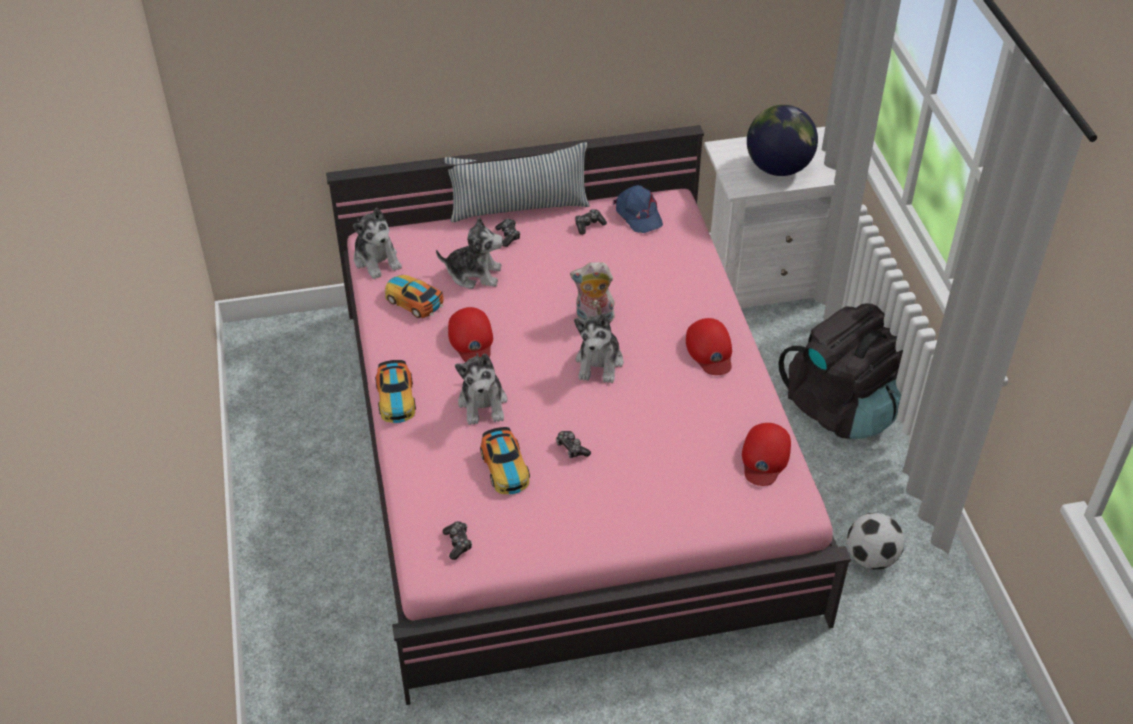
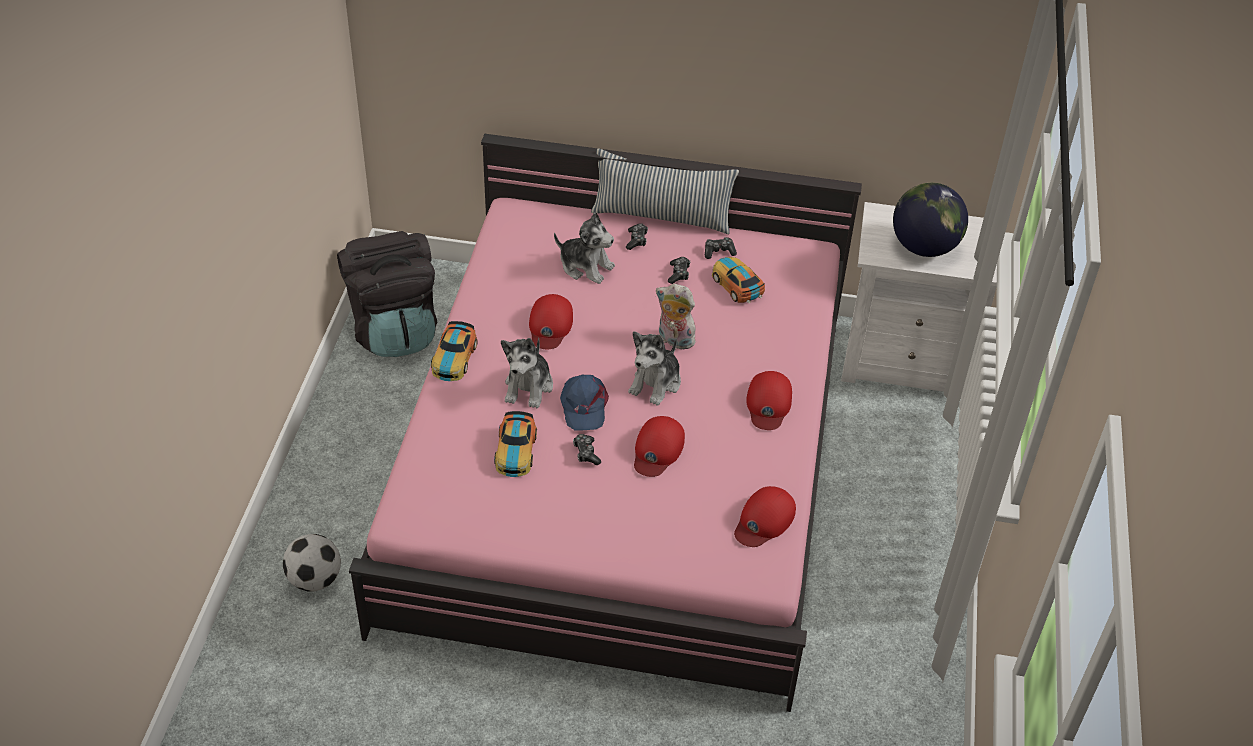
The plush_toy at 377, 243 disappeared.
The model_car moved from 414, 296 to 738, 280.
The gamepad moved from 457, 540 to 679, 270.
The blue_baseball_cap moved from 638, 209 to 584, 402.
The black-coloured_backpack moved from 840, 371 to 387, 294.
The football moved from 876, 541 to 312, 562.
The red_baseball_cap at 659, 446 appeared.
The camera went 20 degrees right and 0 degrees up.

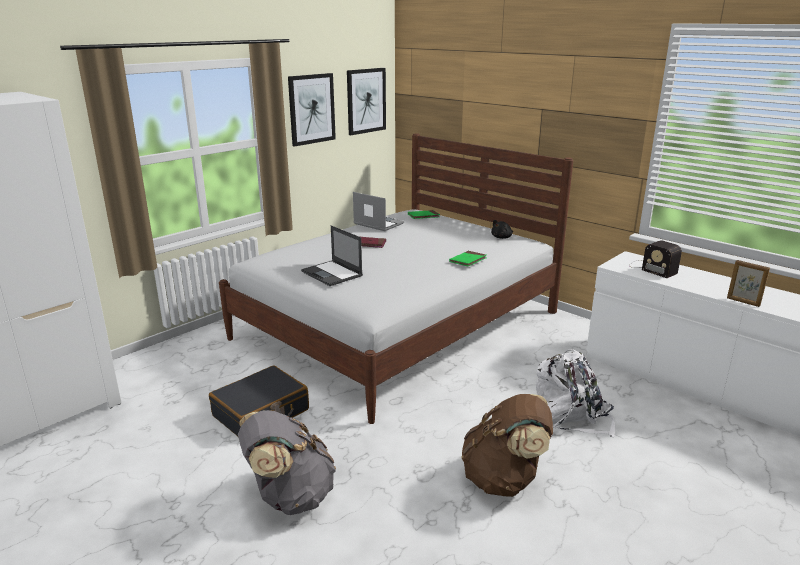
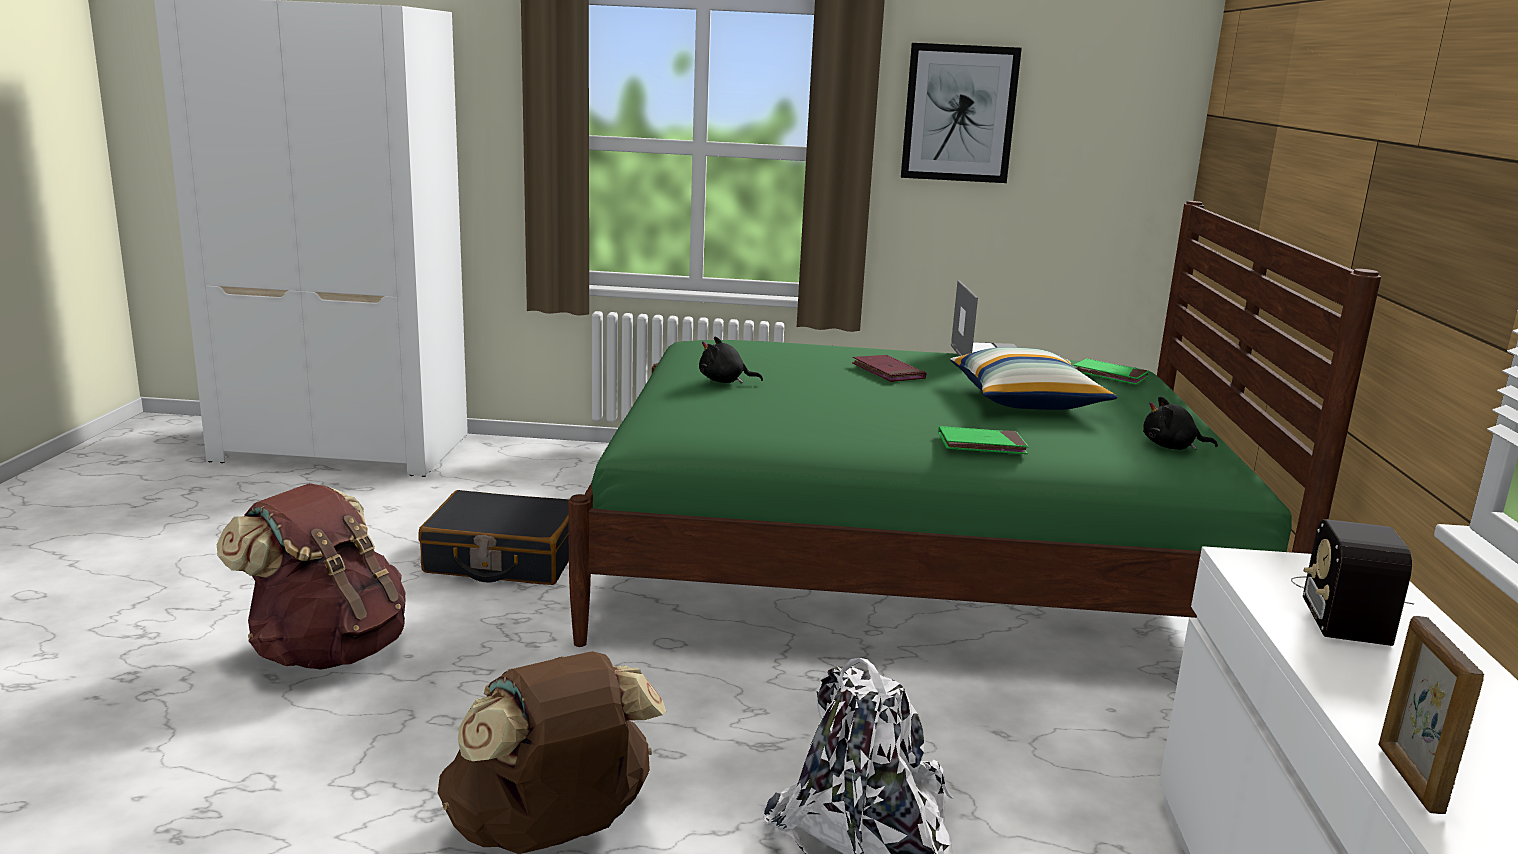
The white-coloured_sleeping_bed at 396, 278 became the green_sleeping_bed at 974, 424.
The grey_backpack at 287, 462 became the brown_backpack at 311, 576.
The laptop at 332, 255 was replaced by the black-coloured_plush_toy at 731, 360.
The wall_art at 366, 101 disappeared.
The pillow at 1033, 378 appeared.
The camera went 50 degrees right and 5 degrees down.

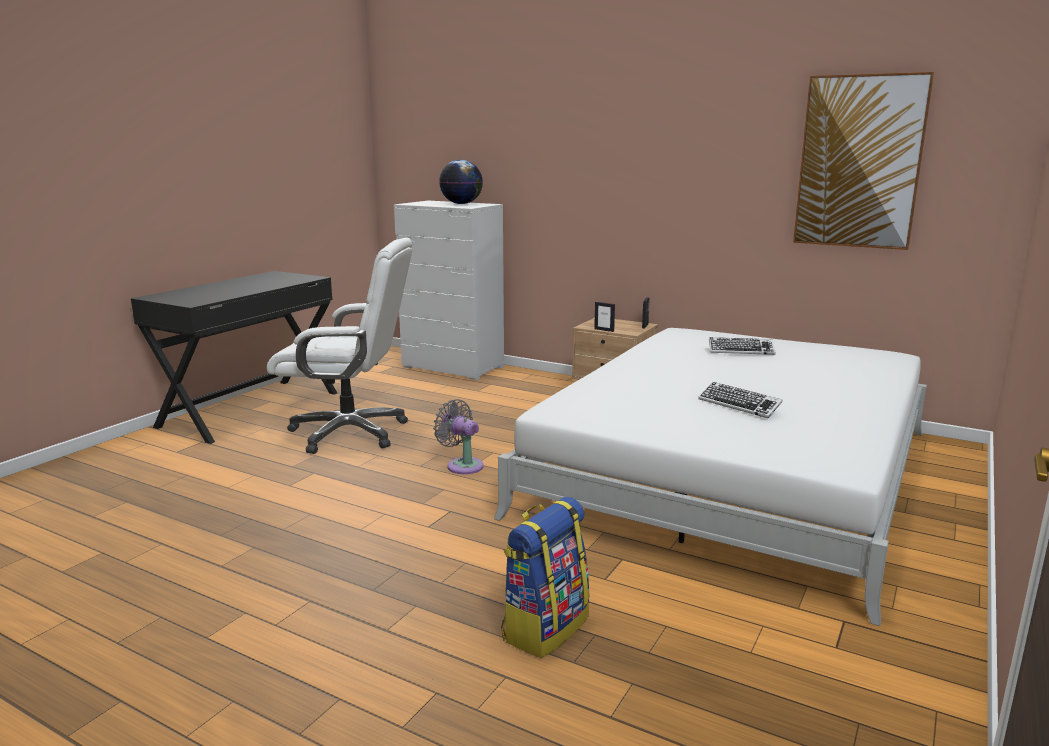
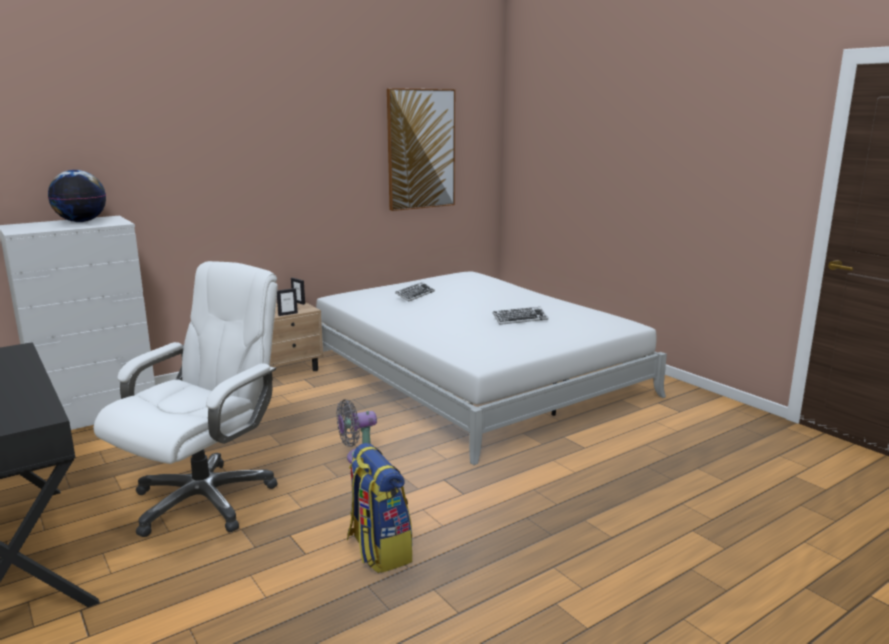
The backpack moved from 545, 577 to 379, 508.
The camera went 65 degrees left and 0 degrees up.

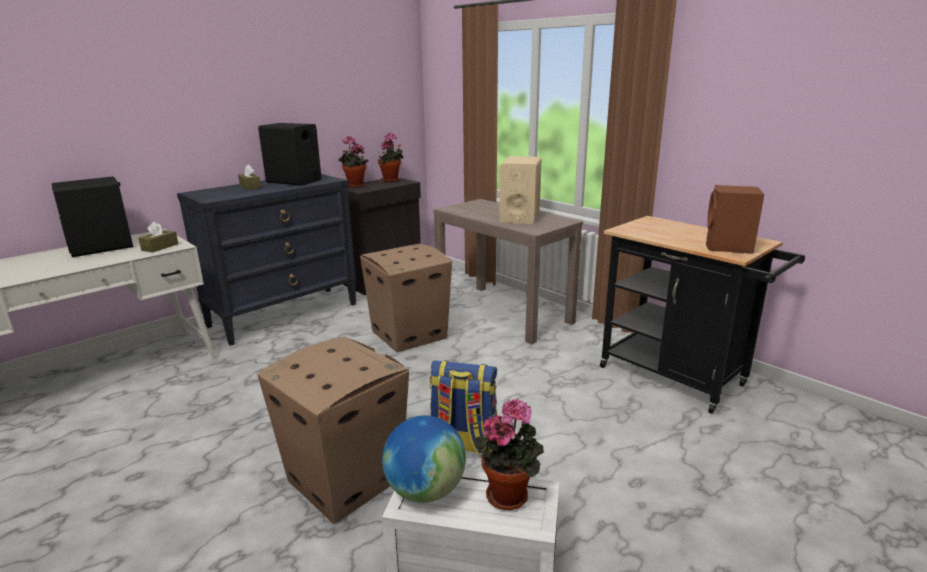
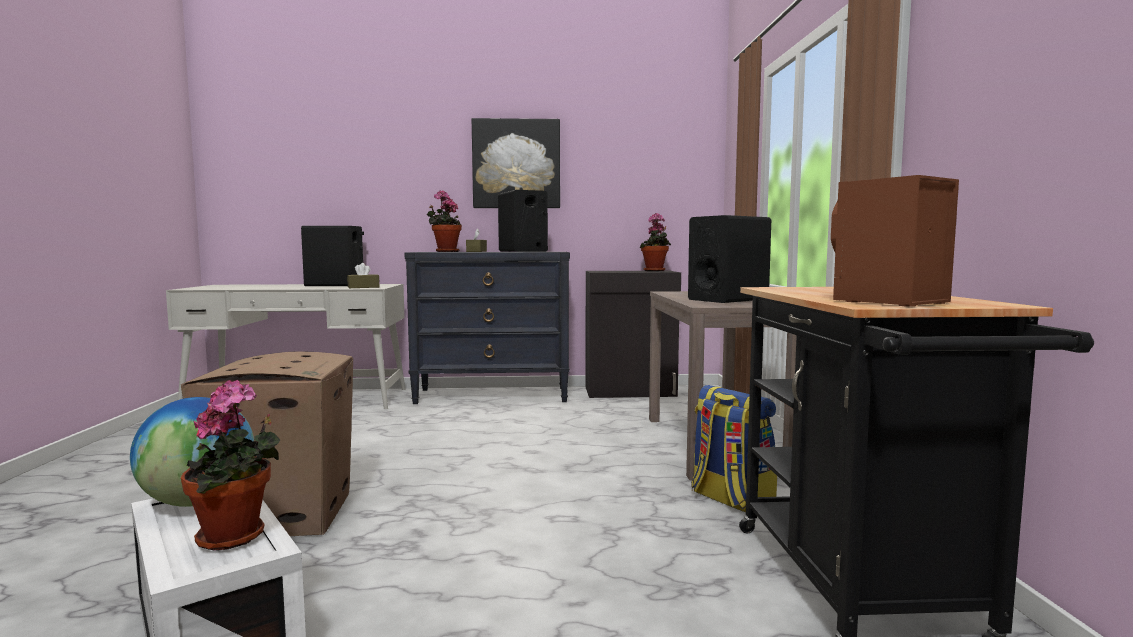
The houseplant moved from 353, 162 to 444, 221.
The cardboard_box at 406, 298 disappeared.
The backpack moved from 463, 407 to 734, 449.
The beige_loudspeaker at 520, 190 became the black-coloured_loudspeaker at 729, 259.
The wall_art at 516, 163 appeared.
The camera went 40 degrees right and 15 degrees down.

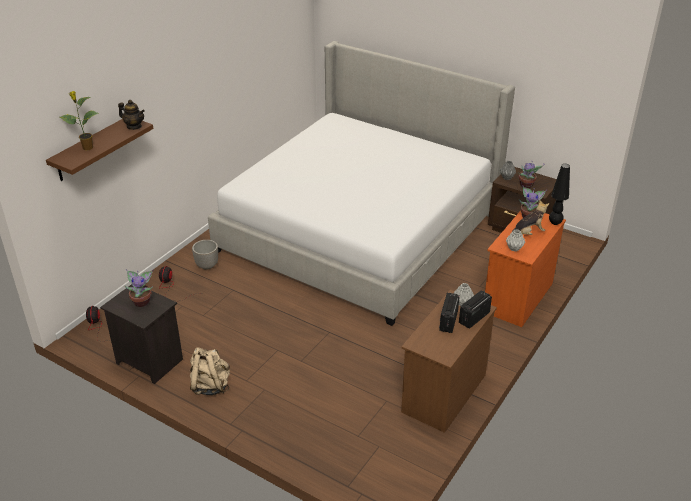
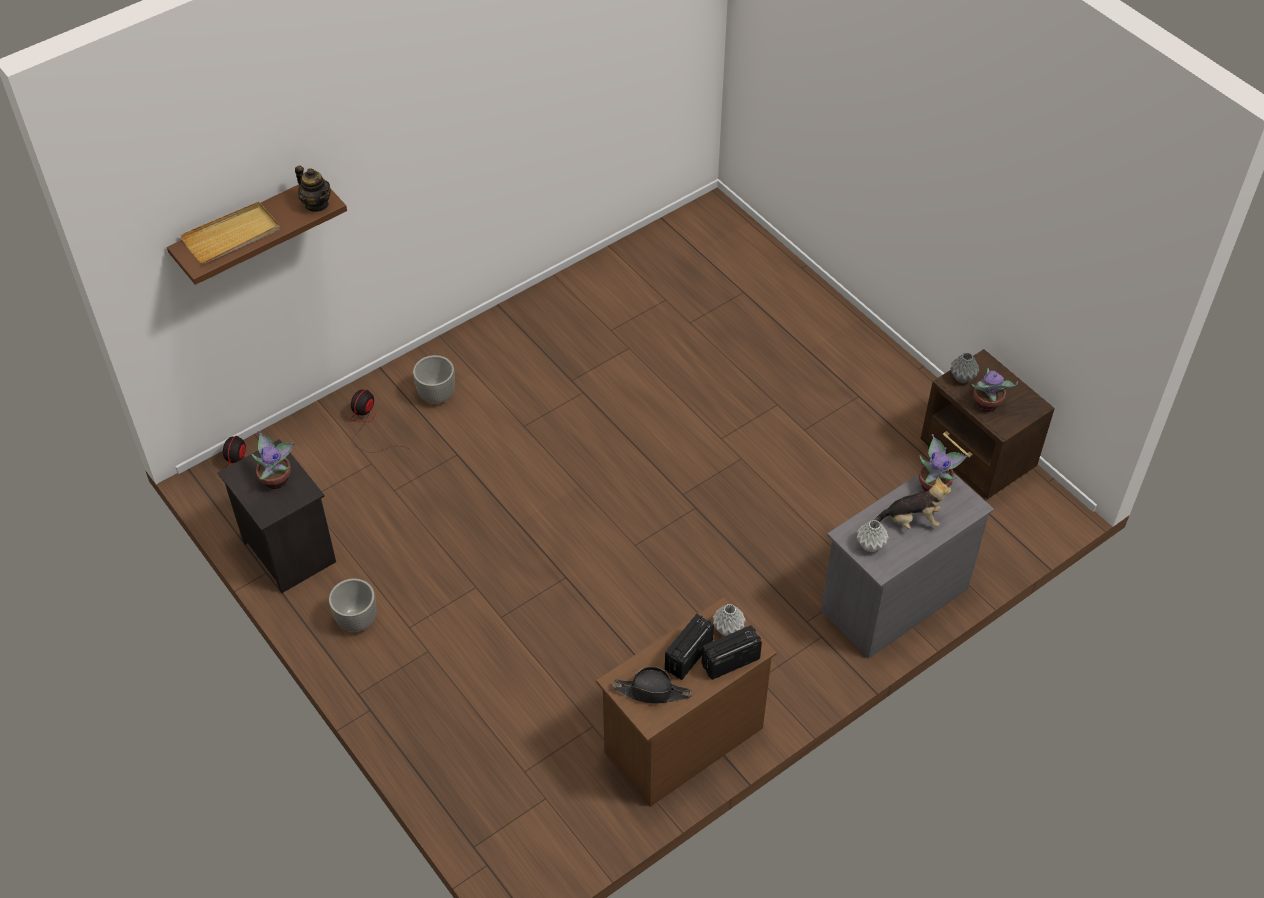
The houseplant at 79, 120 was replaced by the beige_carrying_tray at 230, 233.
The beige_backpack at 210, 371 was replaced by the planter at 352, 605.
The sleeping_bed at 361, 183 disappeared.
The orangey_drawer_chest at 525, 268 became the grey_drawer_chest at 907, 565.
The black-coloured_tabletop_lamp at 559, 194 disappeared.
The black-coloured_hat at 652, 685 appeared.
The camera went 20 degrees right and 15 degrees up.

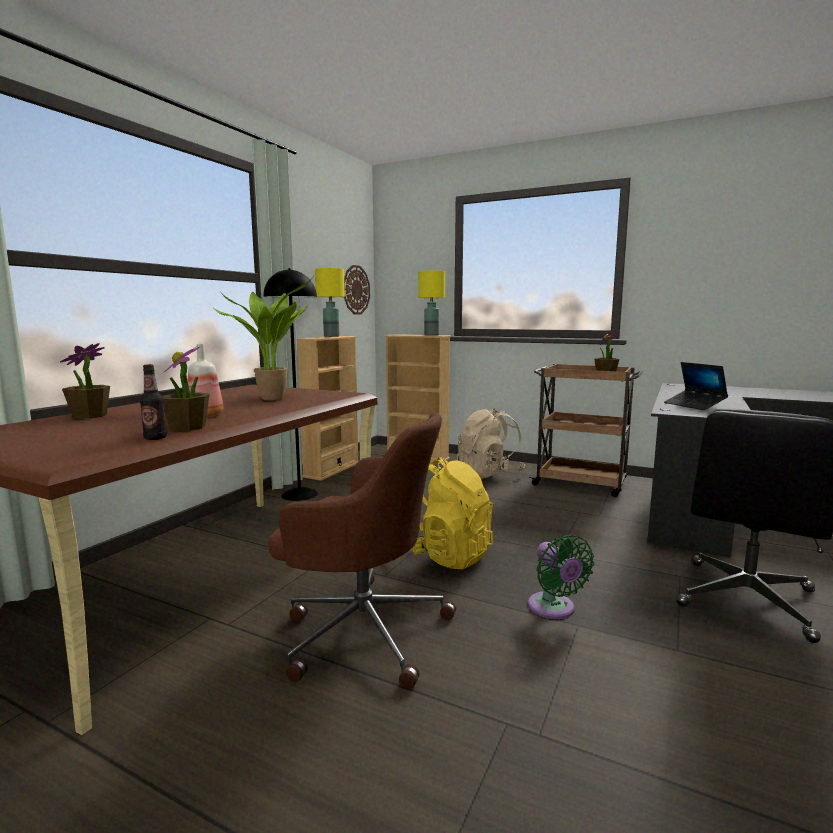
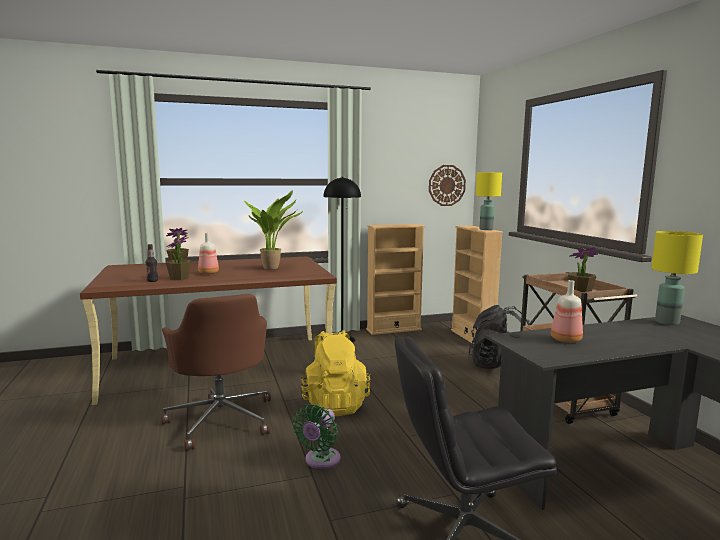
The yellow-coloured_tabletop_lamp moved from 330, 302 to 677, 278.
The beige_backpack at 491, 444 became the black-coloured_backpack at 499, 337.
The laptop at 696, 386 was replaced by the drink_bottle at 567, 311.
The camera went 45 degrees right and 0 degrees up.

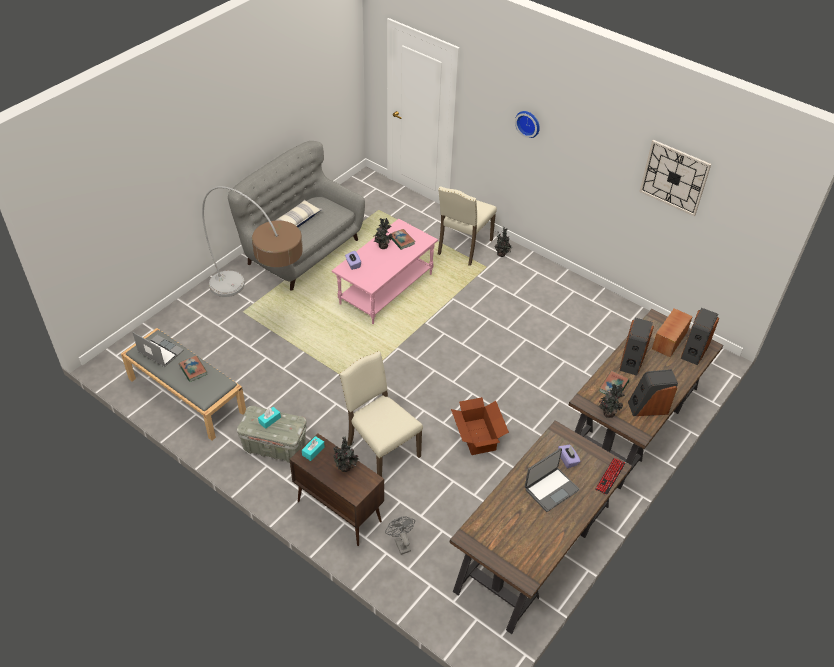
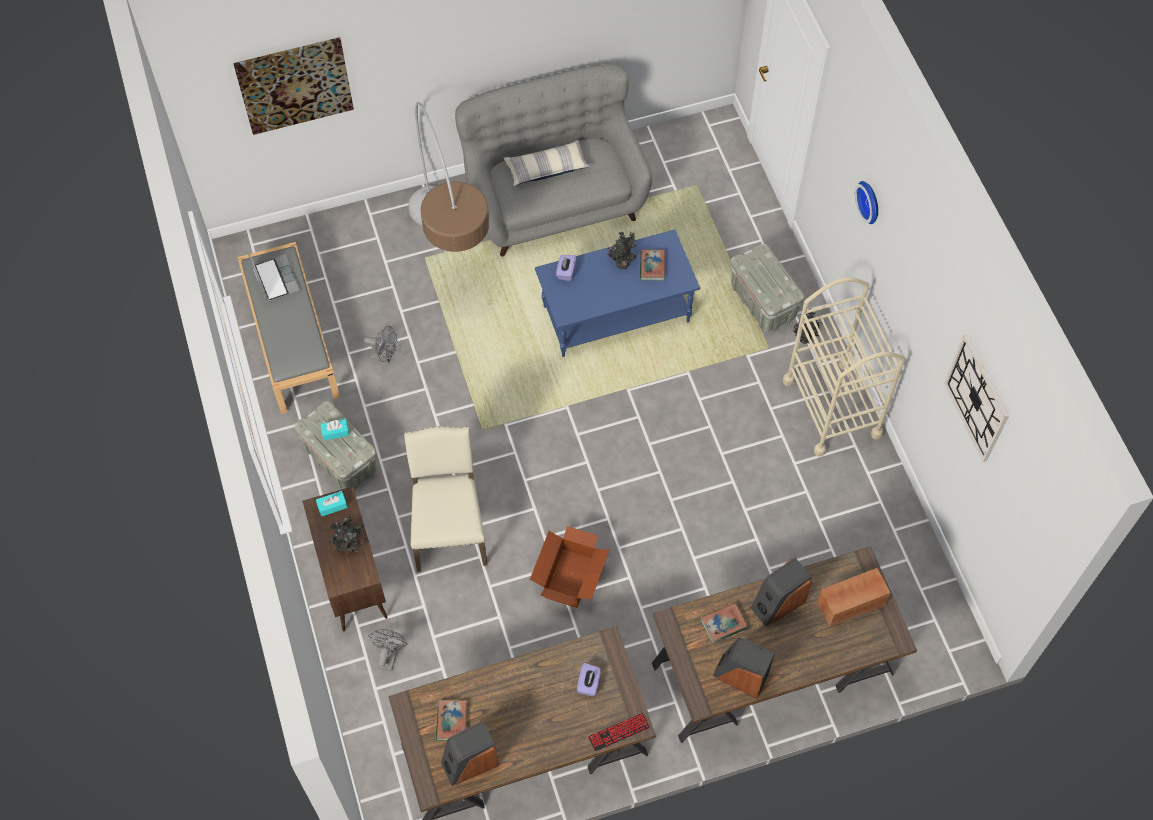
The bound_book moved from 193, 368 to 451, 720.
The pink-coloured_coffee_table at 385, 271 became the blue_coffee_table at 617, 293.
The beige_chair at 467, 226 was replaced by the grey_storage_container at 767, 288.
The laptop at 552, 480 disappeared.
The houseplant at 611, 401 disappeared.
The loudspeaker moved from 700, 336 to 470, 753.
The wall_art at 293, 86 appeared.
The grey_electric_fan at 380, 345 appeared.
The beige_wheeled_cart at 844, 366 appeared.
The camera went 35 degrees right and 15 degrees up.

